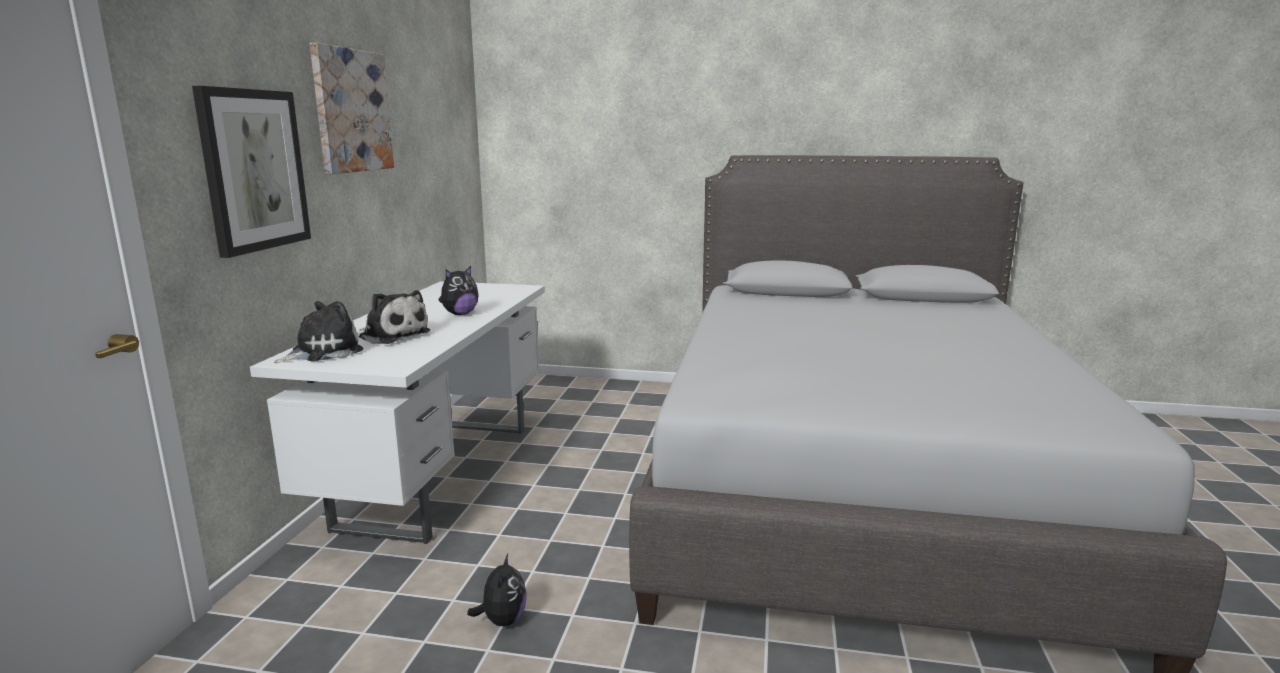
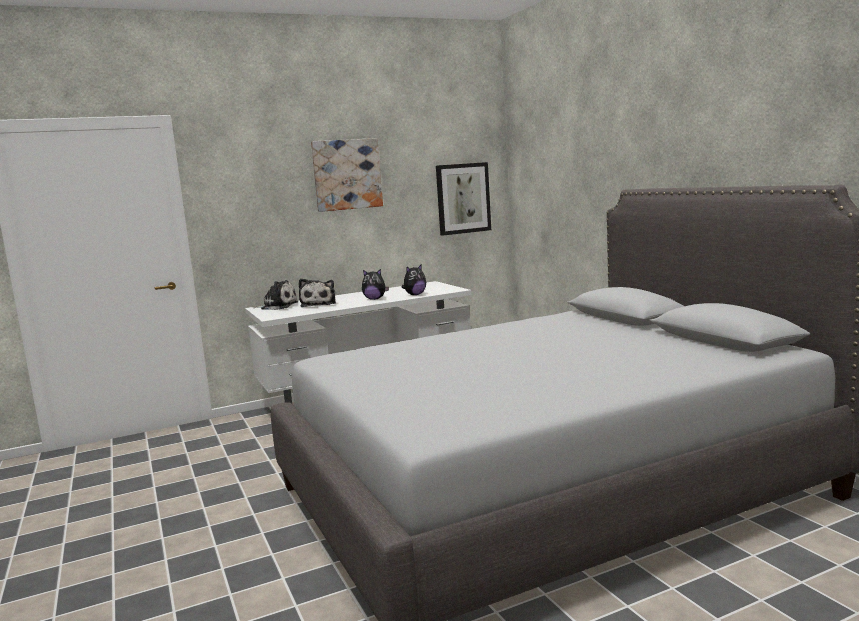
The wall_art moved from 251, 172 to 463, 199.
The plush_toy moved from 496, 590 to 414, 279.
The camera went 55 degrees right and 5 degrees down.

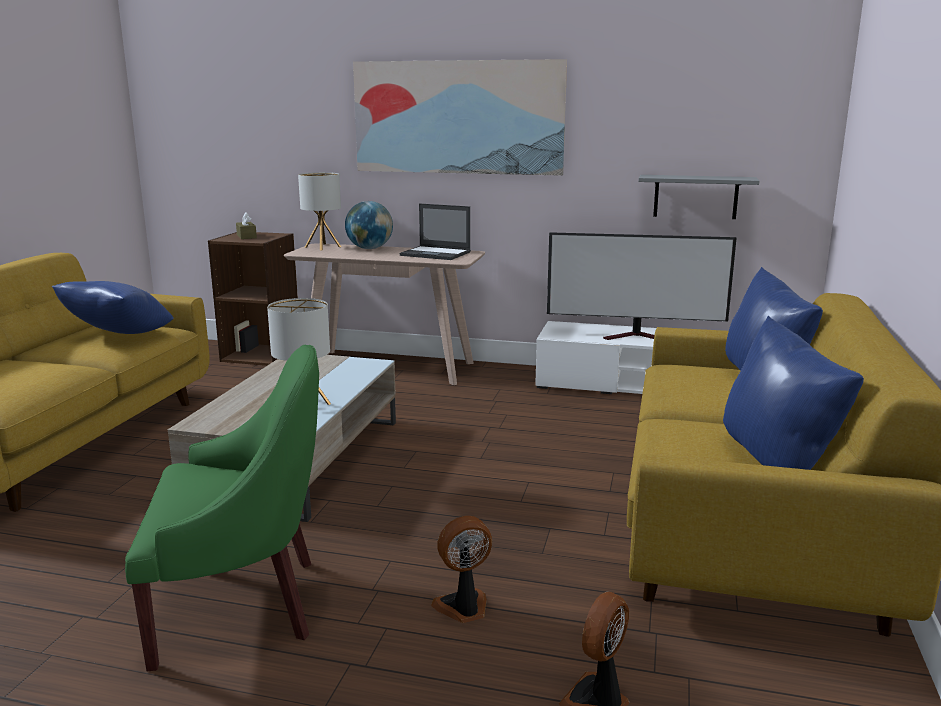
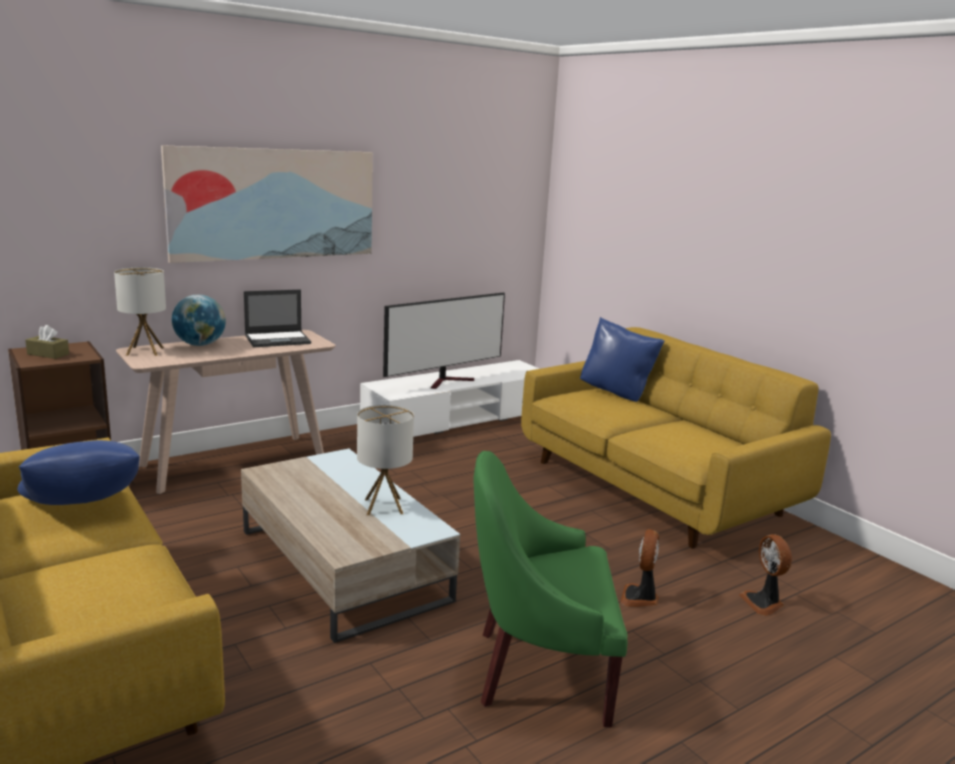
The green_lounge_chair at 222, 508 turned 120 degrees counterclockwise.
The grey_shelf at 699, 197 disappeared.
The blue_pillow at 793, 393 disappeared.
The camera went 50 degrees left and 0 degrees up.

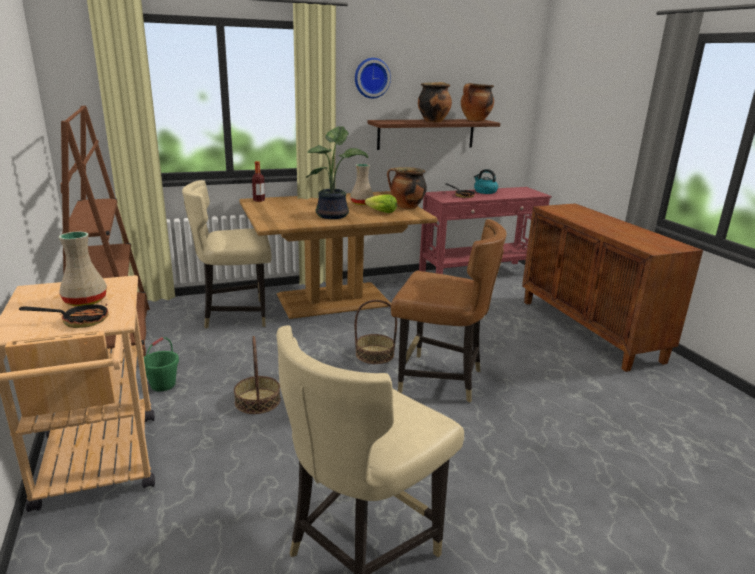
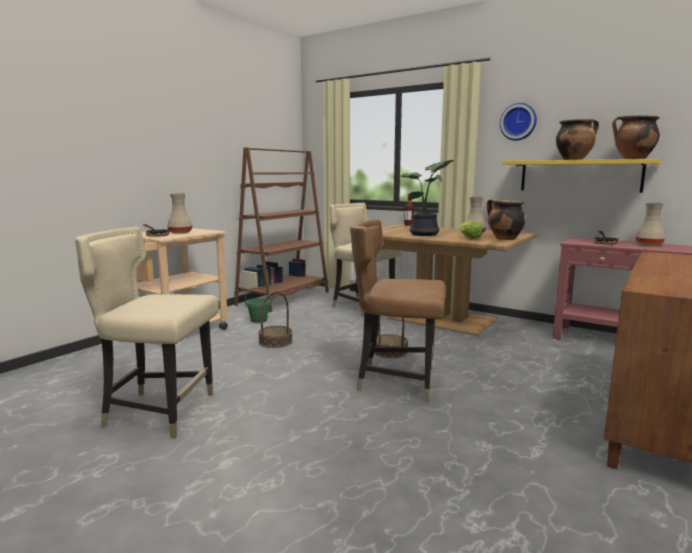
The brown_shelf at 433, 134 became the yellow-coloured_shelf at 582, 176.
The brown_chair at 449, 310 turned 120 degrees clockwise.
The water_kettle at 486, 181 was replaced by the beige_flower_vase at 650, 224.
The camera went 55 degrees right and 10 degrees down.

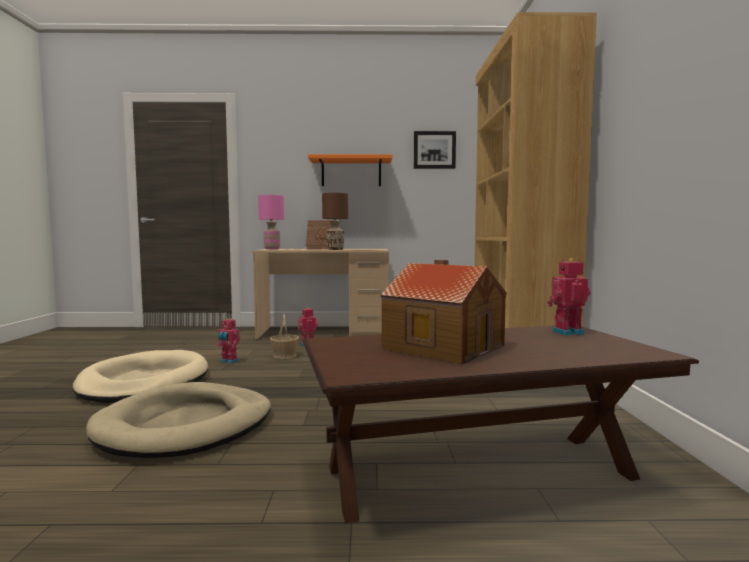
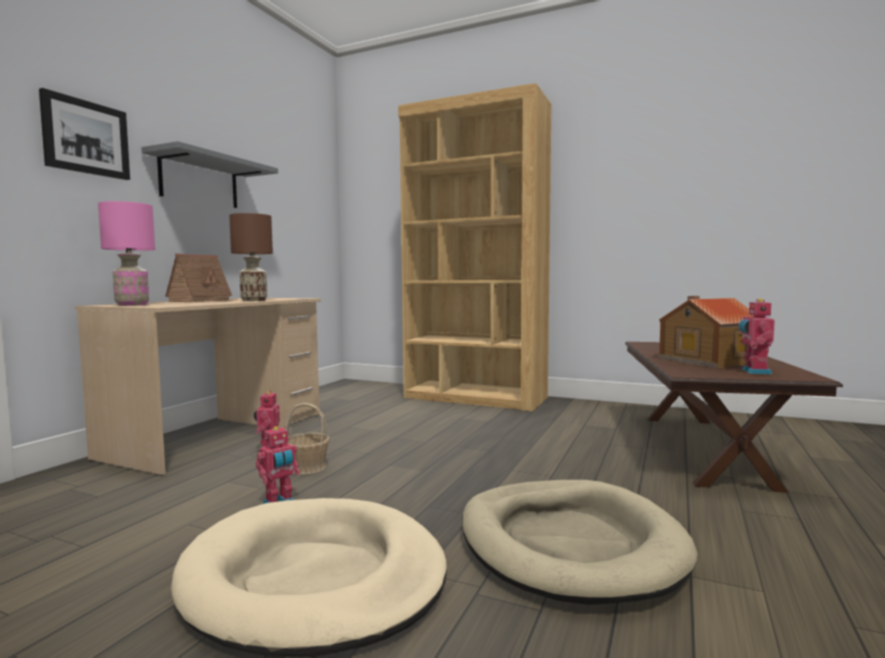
The orangey_shelf at 350, 170 became the grey_shelf at 209, 174.
The wall_art moved from 435, 150 to 84, 134.
The model_robot moved from 569, 297 to 757, 336.
The camera went 65 degrees left and 0 degrees up.

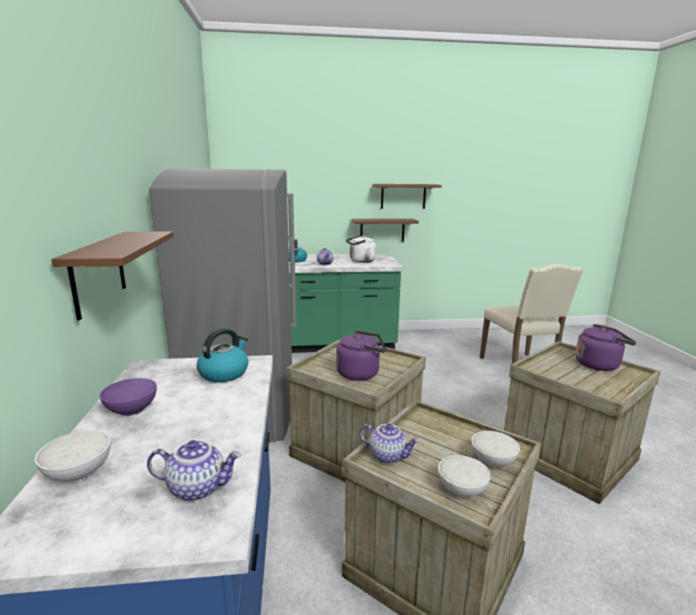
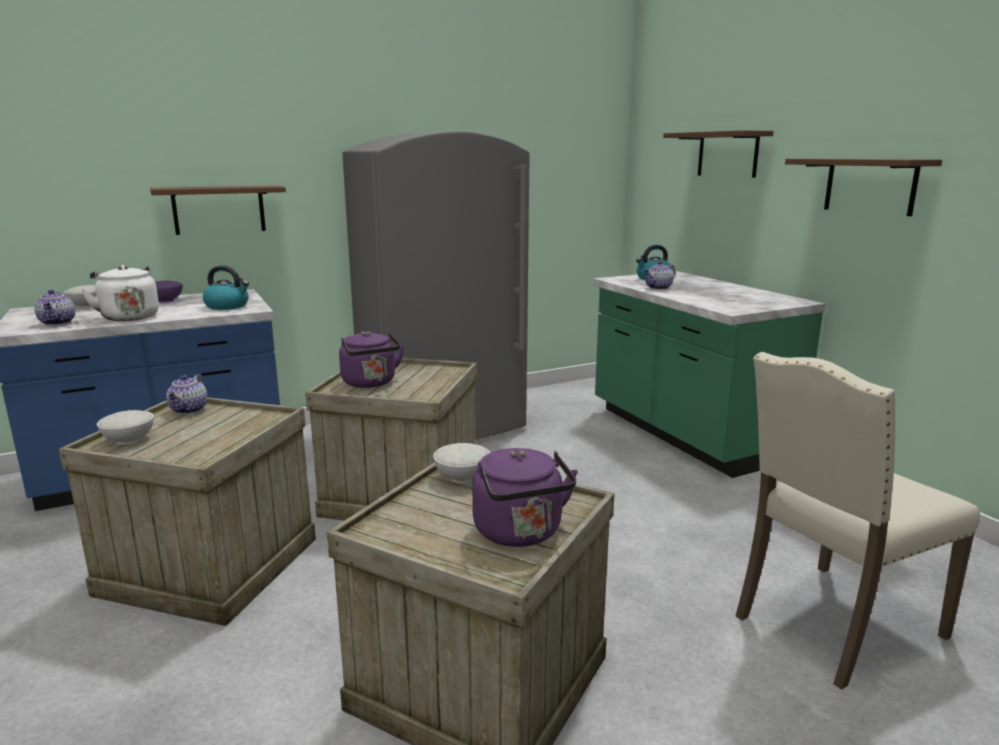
The white-coloured_water_kettle moved from 361, 249 to 120, 293.
The brown_shelf moved from 385, 230 to 718, 154.
The white-coloured_deep_dish moved from 496, 449 to 461, 463.
The camera went 70 degrees right and 0 degrees up.

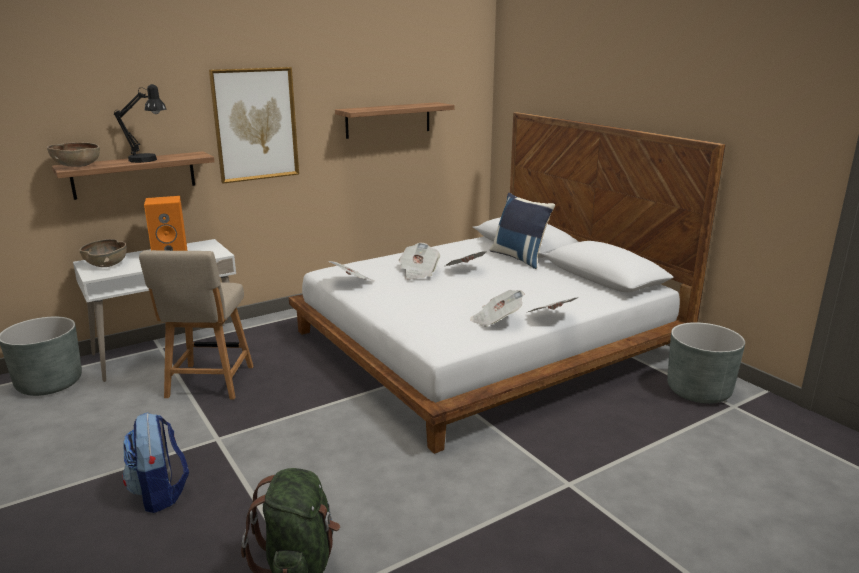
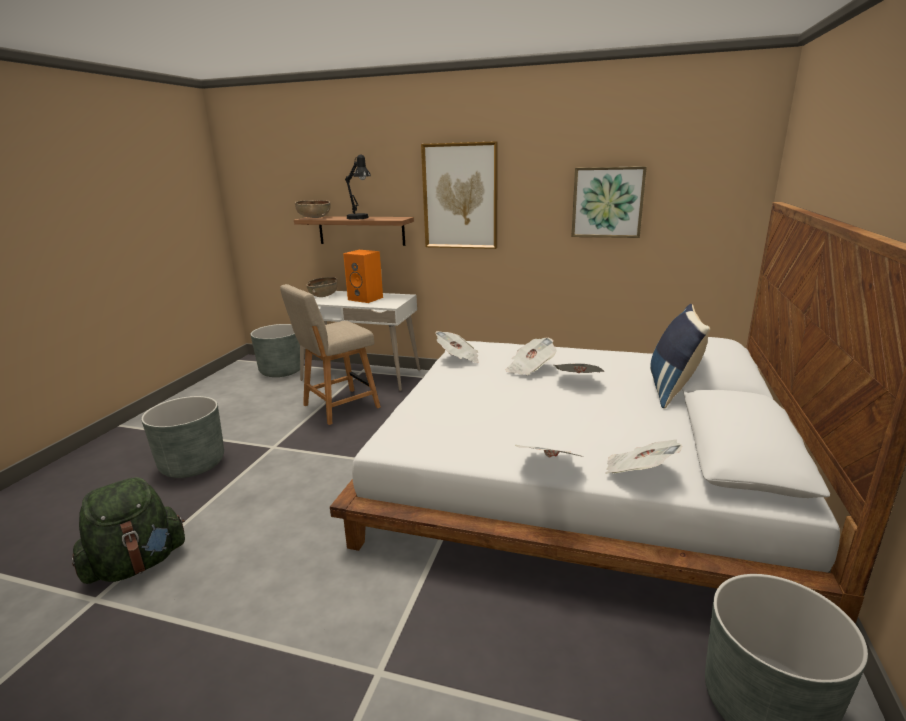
The backpack at 155, 462 was replaced by the grey_planter at 182, 437.
The shelf at 395, 120 was replaced by the wall_art at 609, 202.
The daily_paper moved from 497, 308 to 643, 457.
The camera went 50 degrees right and 0 degrees up.

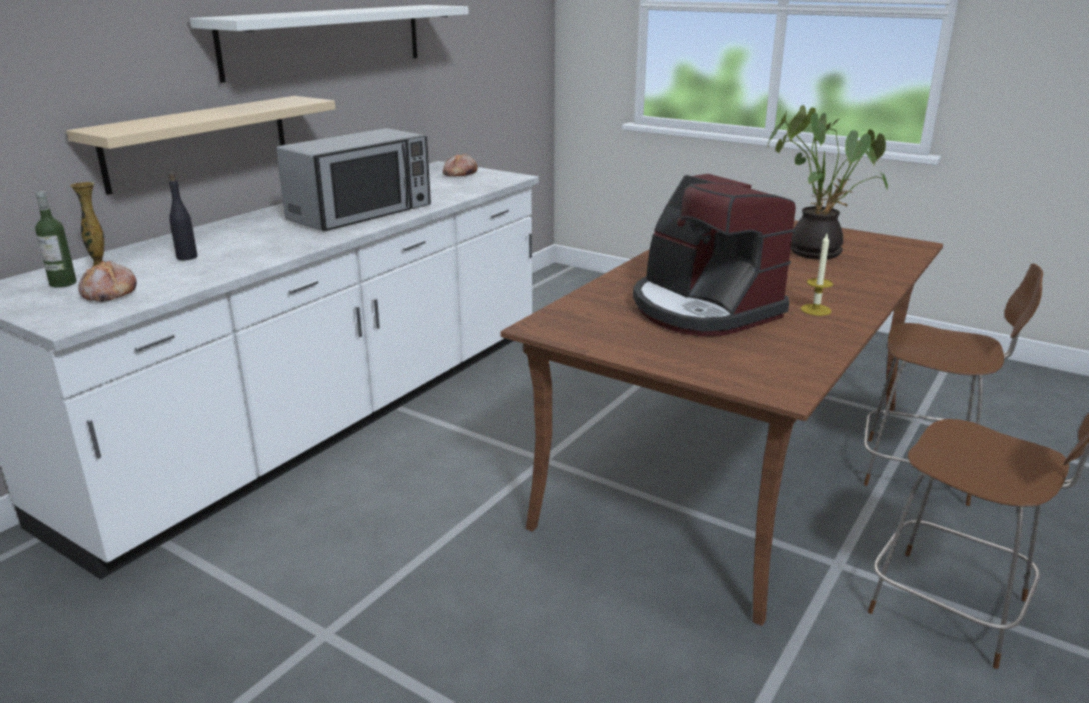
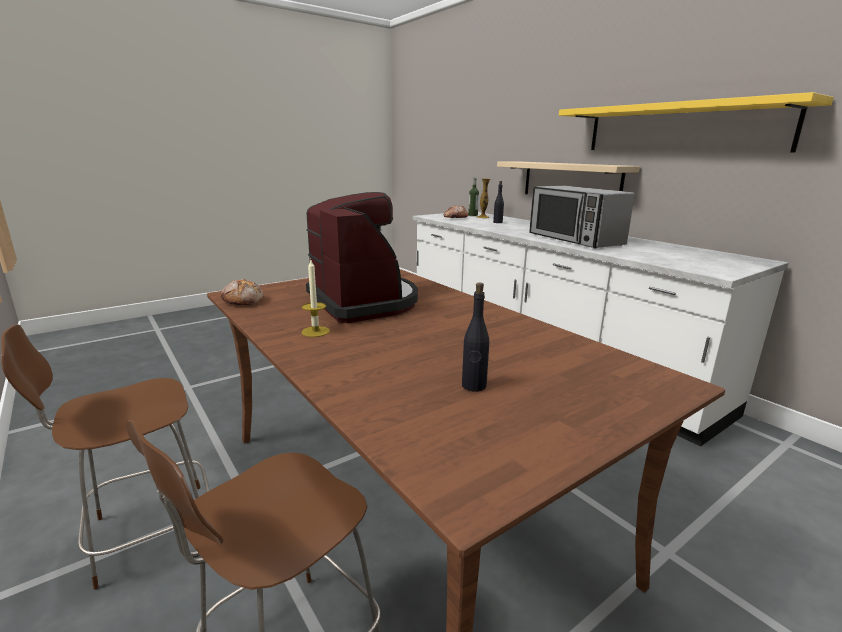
The white-coloured_shelf at 329, 44 became the yellow-coloured_shelf at 696, 122.
The bakery_bread moved from 460, 164 to 241, 292.
The coffee_brewer at 714, 255 turned 75 degrees clockwise.
The houseplant at 828, 182 was replaced by the black-coloured_drink_bottle at 475, 337.
The camera went 110 degrees right and 5 degrees down.

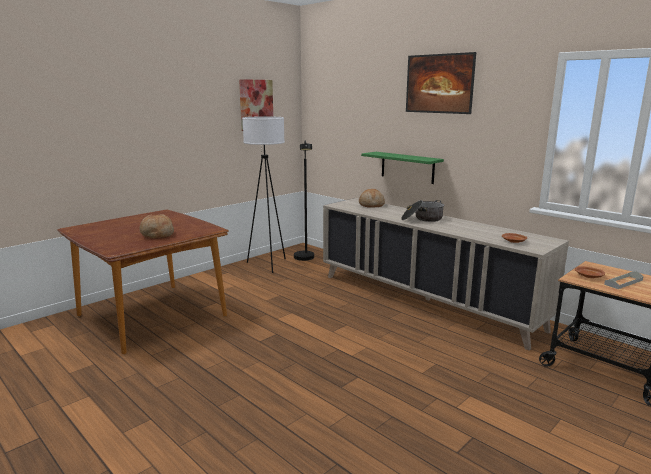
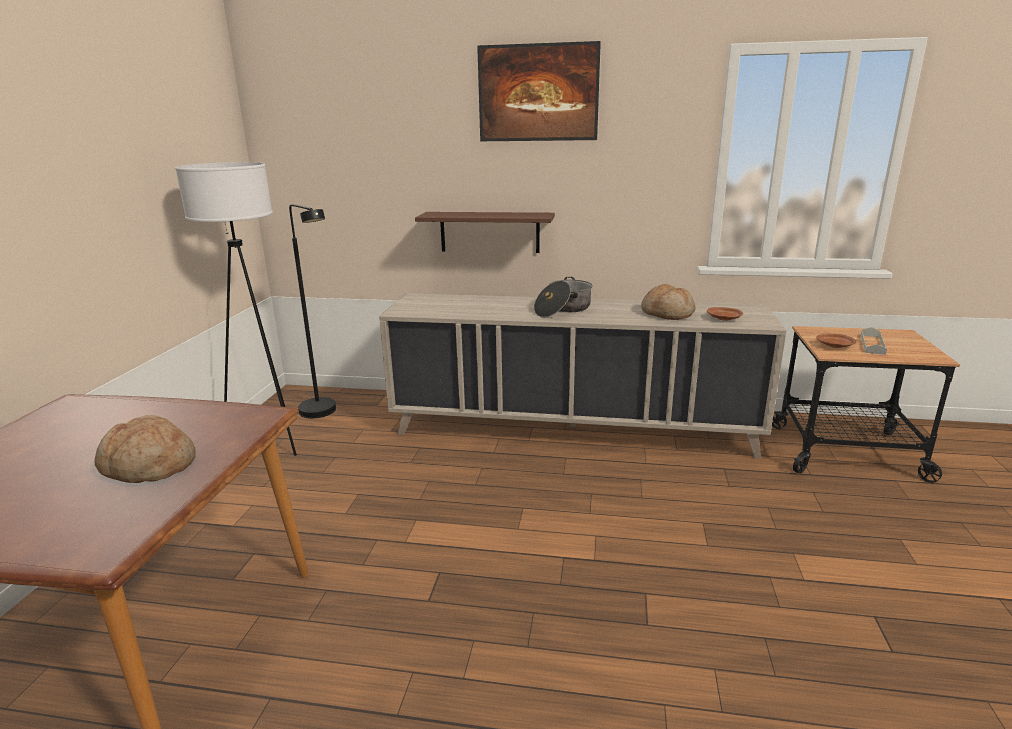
The wall_art at 256, 105 disappeared.
The bakery_bread moved from 372, 198 to 668, 302.
The green_shelf at 402, 168 became the brown_shelf at 485, 232.
The camera went 35 degrees left and 5 degrees up.

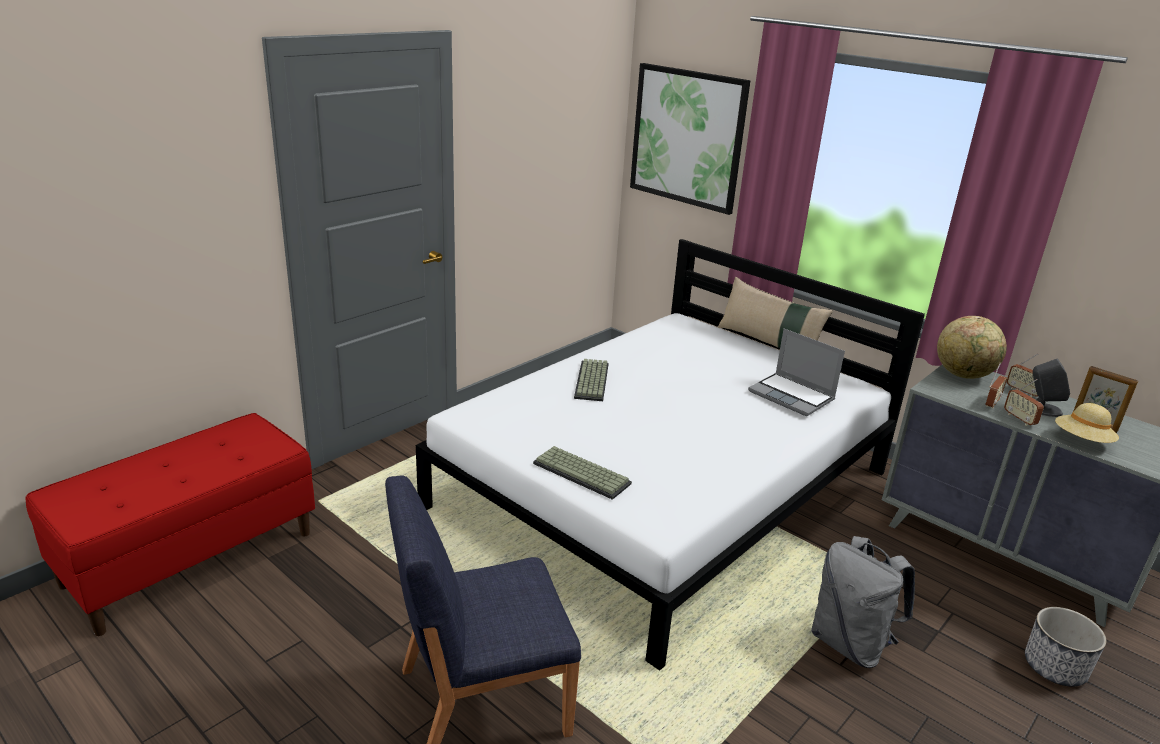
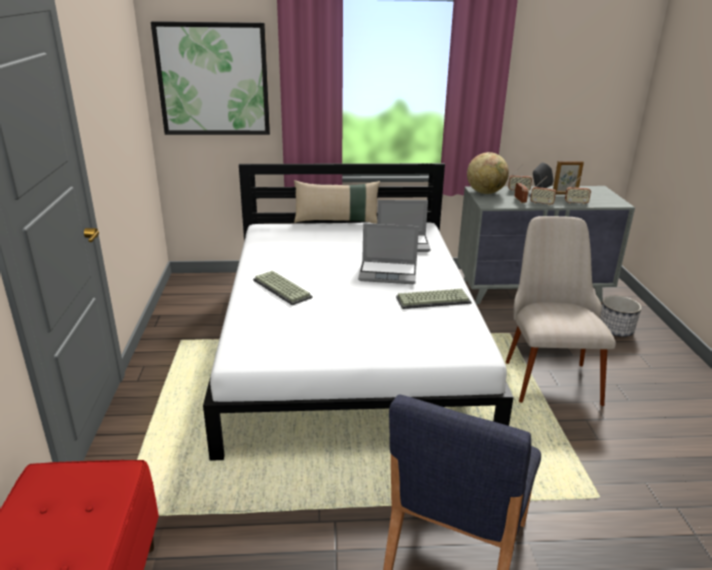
The keyboard moved from 582, 473 to 433, 299.
The grey_backpack at 863, 602 was replaced by the beige_chair at 560, 311.
The beige_hat at 1087, 423 was replaced by the radio at 578, 190.
The laptop at 388, 253 appeared.
The camera went 45 degrees left and 0 degrees up.

